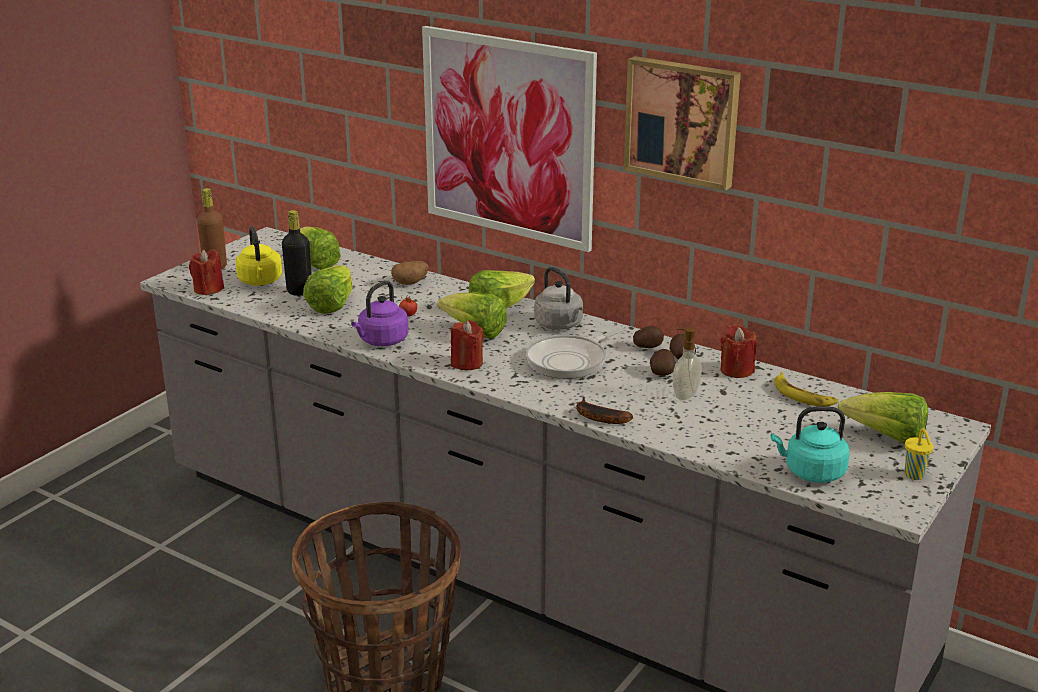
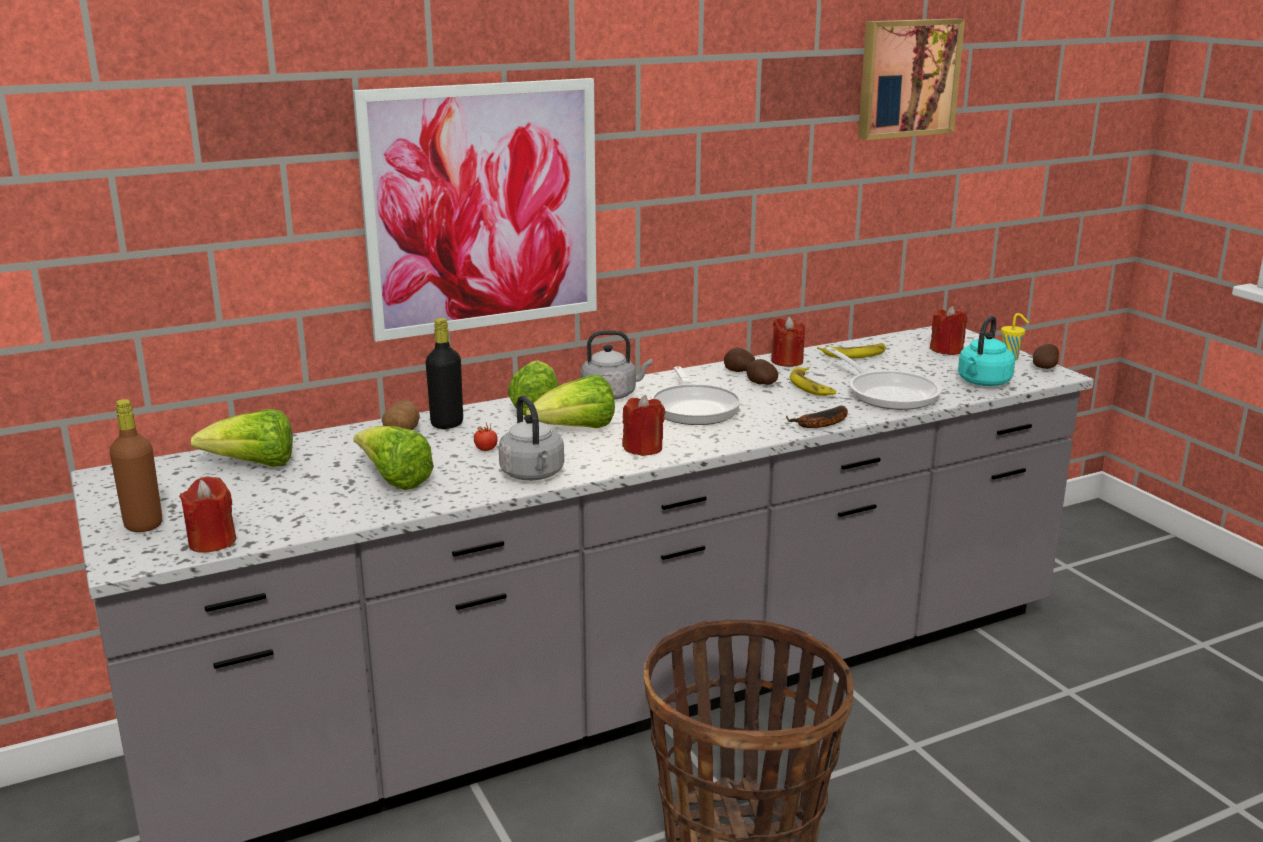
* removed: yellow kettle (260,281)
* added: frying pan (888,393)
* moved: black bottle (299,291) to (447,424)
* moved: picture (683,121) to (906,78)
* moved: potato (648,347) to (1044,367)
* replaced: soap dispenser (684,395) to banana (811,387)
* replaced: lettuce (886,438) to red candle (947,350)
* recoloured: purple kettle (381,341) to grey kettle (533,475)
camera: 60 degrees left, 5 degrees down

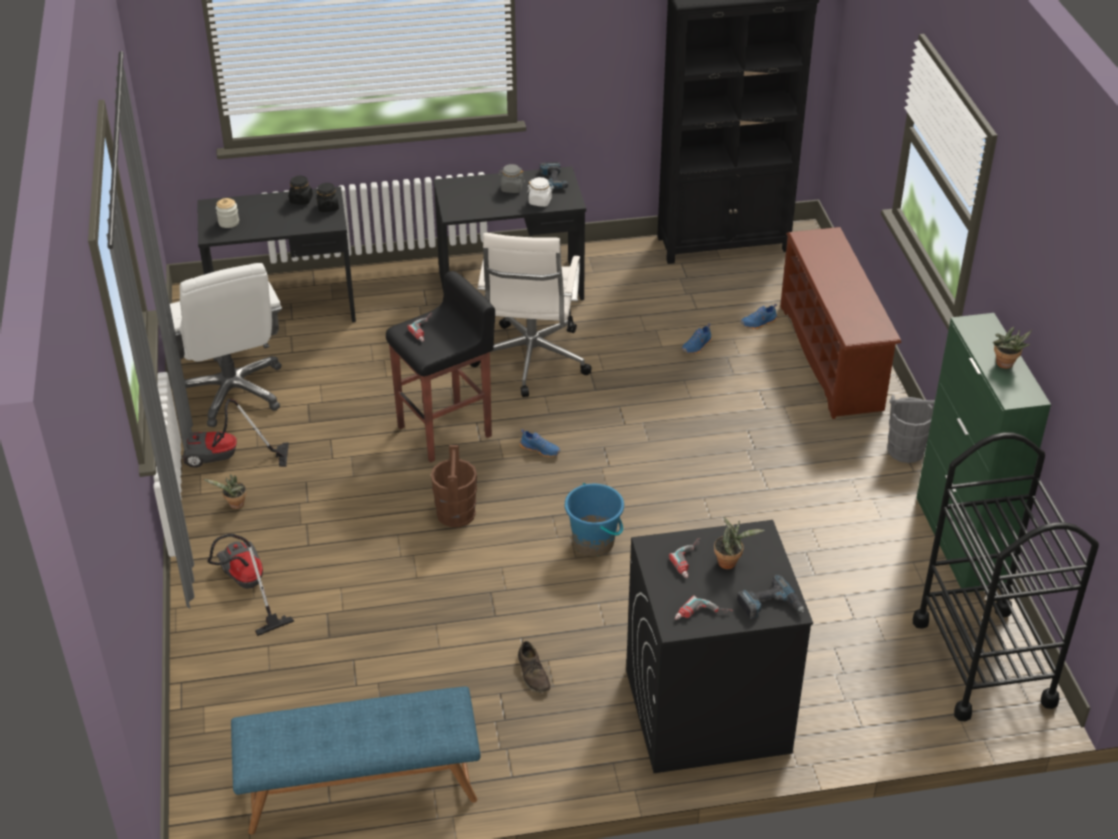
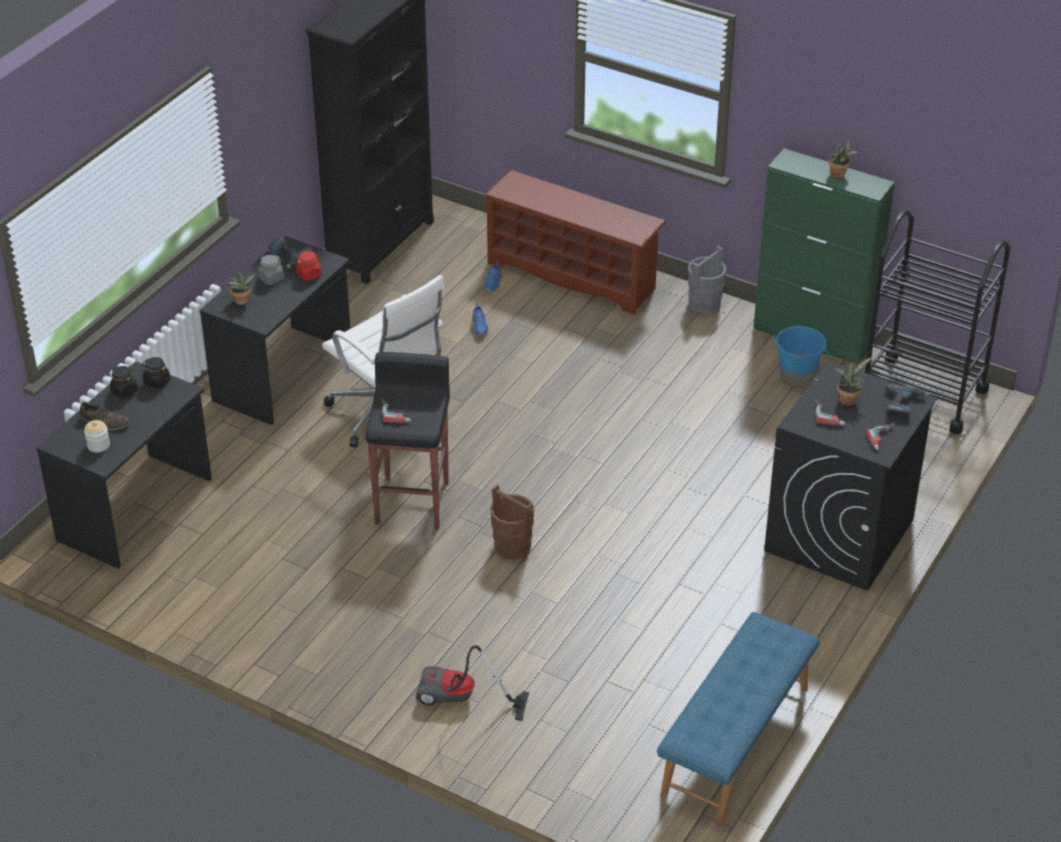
* removed: white office chair (232,391)
* removed: vacuum cleaner (226,459)
* removed: blue shoe (540,449)
* moved: potted plant (235,505) to (241,302)
* moved: brown shoe (533,673) to (105,422)
* moved: blue bucket (594,542) to (797,377)
* recoloured: white jar (540,201) to red jar (309,275)
camera: 50 degrees left, 0 degrees up

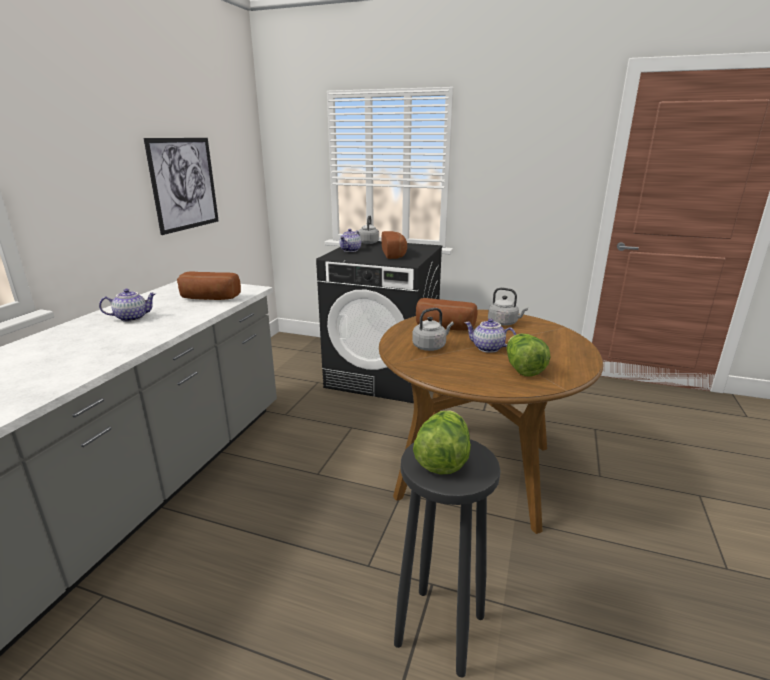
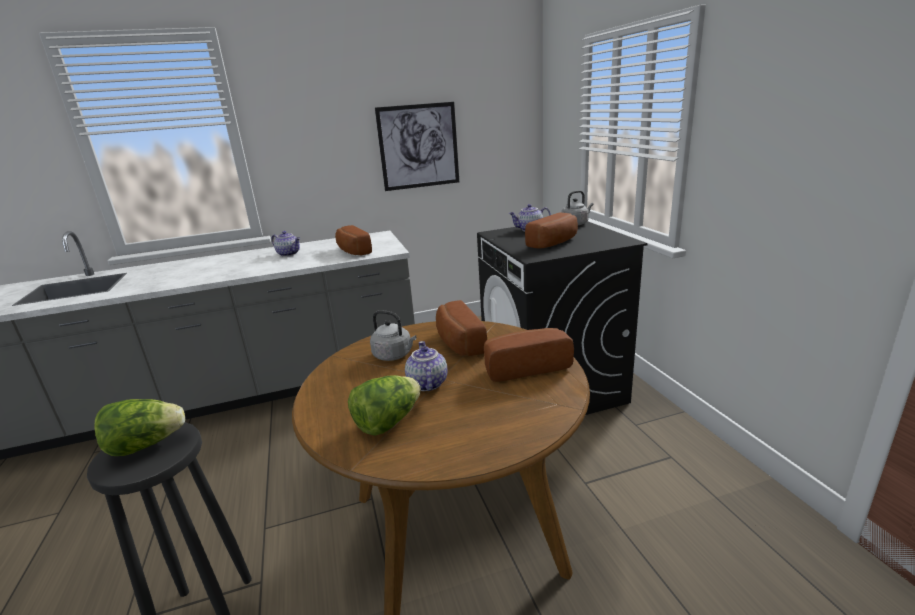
* replaced: grey kettle (504,323) to bread (525,367)
camera: 55 degrees right, 0 degrees up

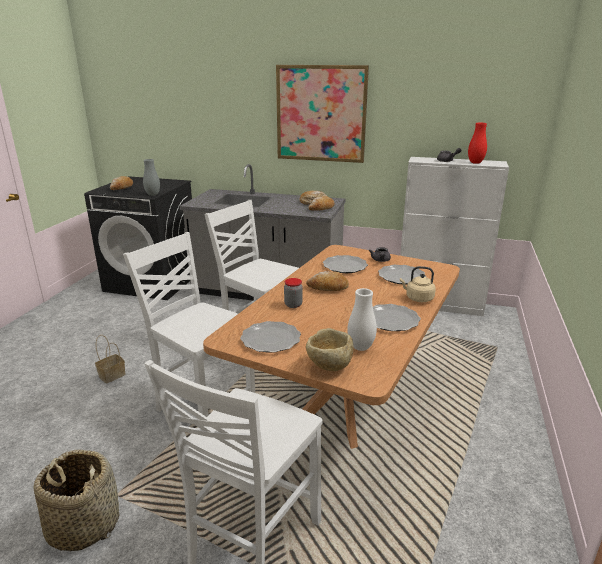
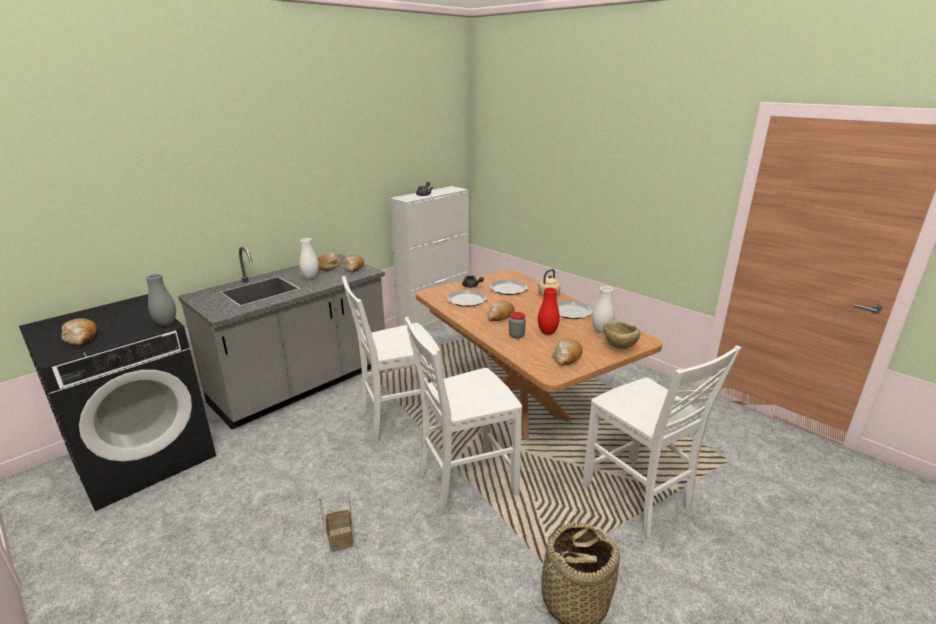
* removed: picture (321,114)
* added: white vase (310,277)
* moved: red vase (475,163) to (547,332)
* replaced: plate (270,339) to bread (566,357)
camera: 60 degrees left, 0 degrees up

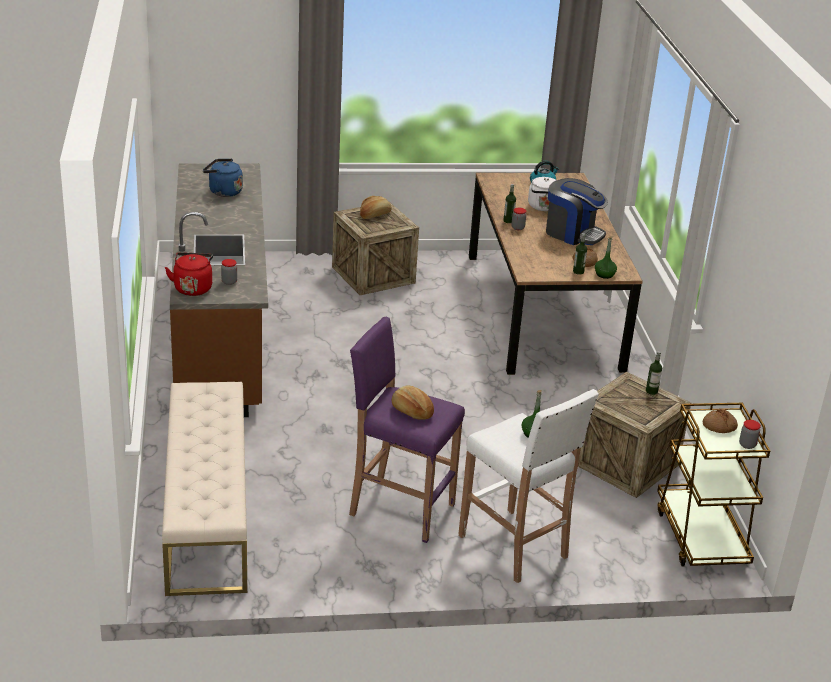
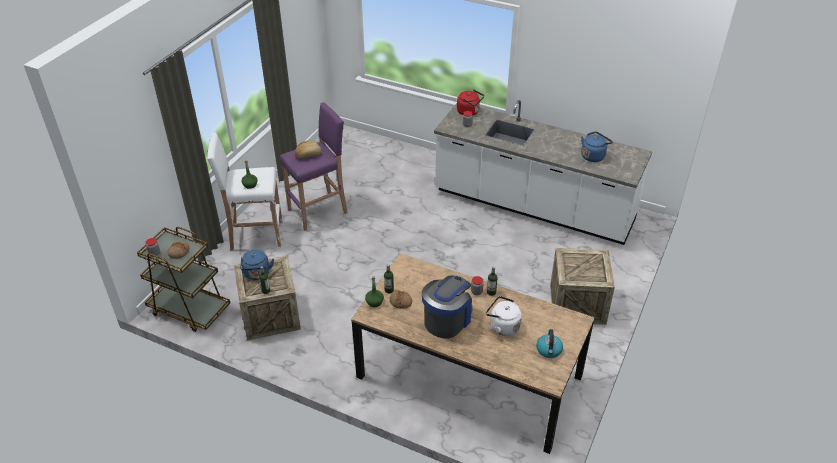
* removed: beige bench (207,511)
* removed: bread (375,215)
* added: blue kettle (257,274)
* recoloured: brown counter (221,334) to white counter (533,206)
* turned: coffee machine (573,233) = (447,319) 150 degrees clockwise
camera: 125 degrees right, 10 degrees up

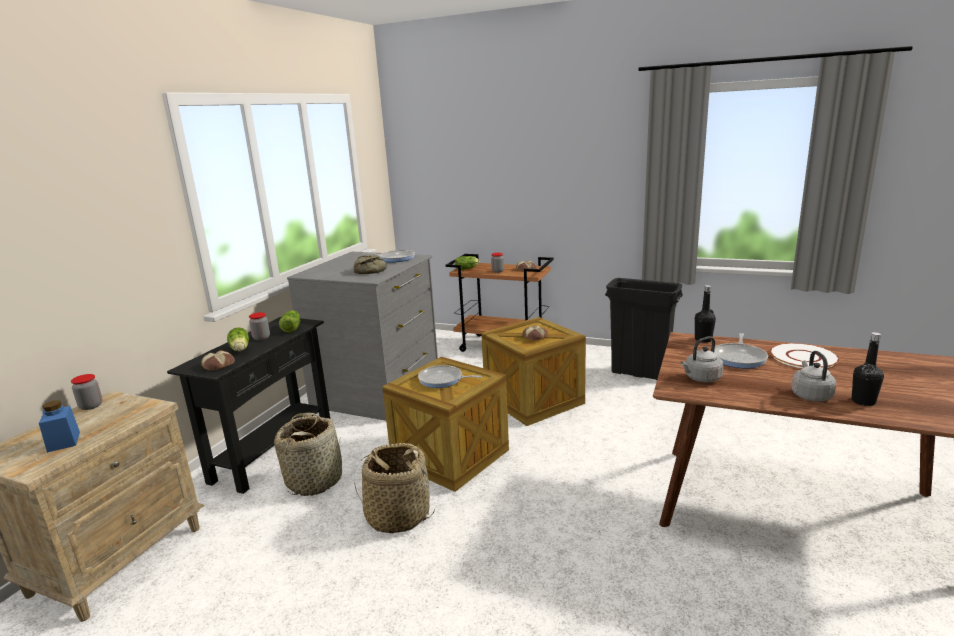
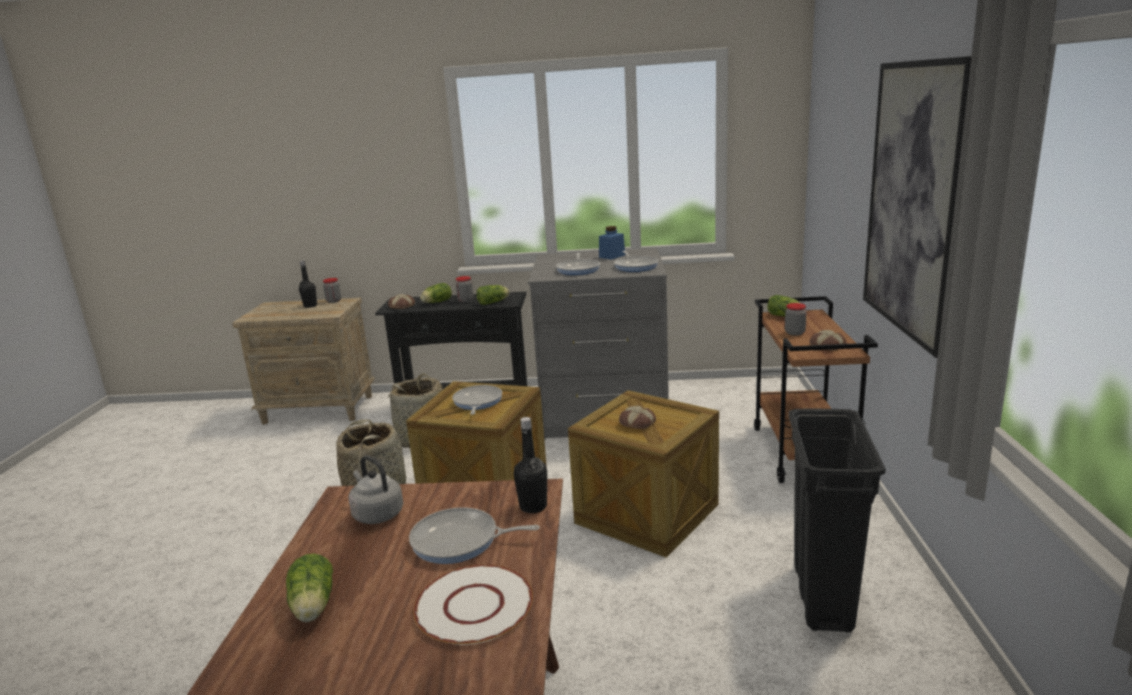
* added: picture (916,200)
* moved: blue jar (64,442) to (612,256)
* moved: black bottle (863,401) to (310,306)
* replaced: bread (371,270) to frying pan (578,269)
* replaced: grey kettle (810,395) to lettuce (312,607)
camera: 70 degrees right, 0 degrees up

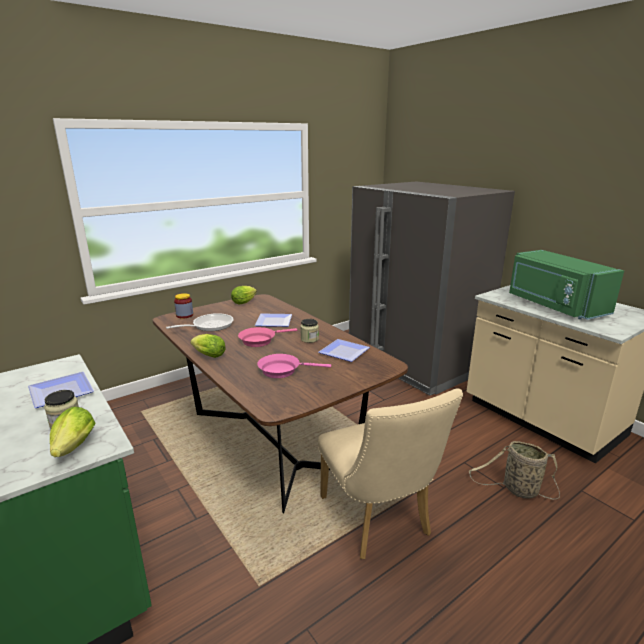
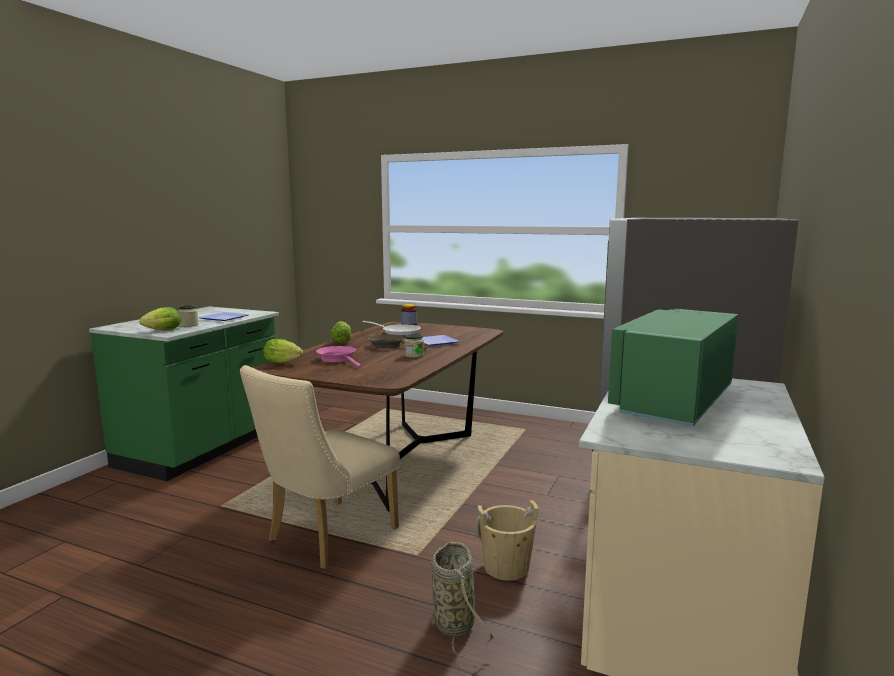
* removed: plate (344,353)
* added: beige bucket (506,567)
* moved: lettuce (245,302) to (284,363)
* recoloured: pink frying pan (260,340) to brown frying pan (389,346)
camera: 60 degrees right, 10 degrees down

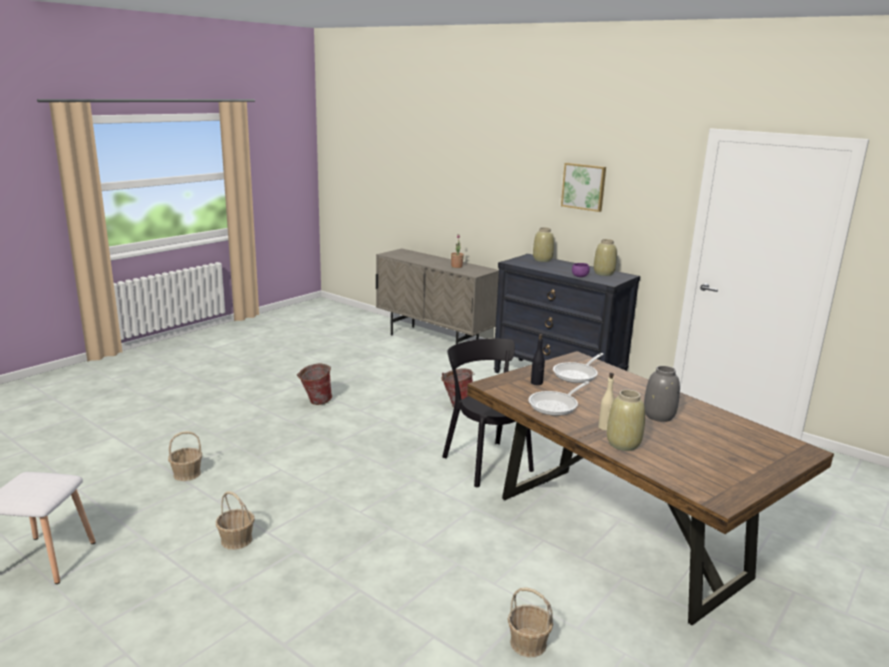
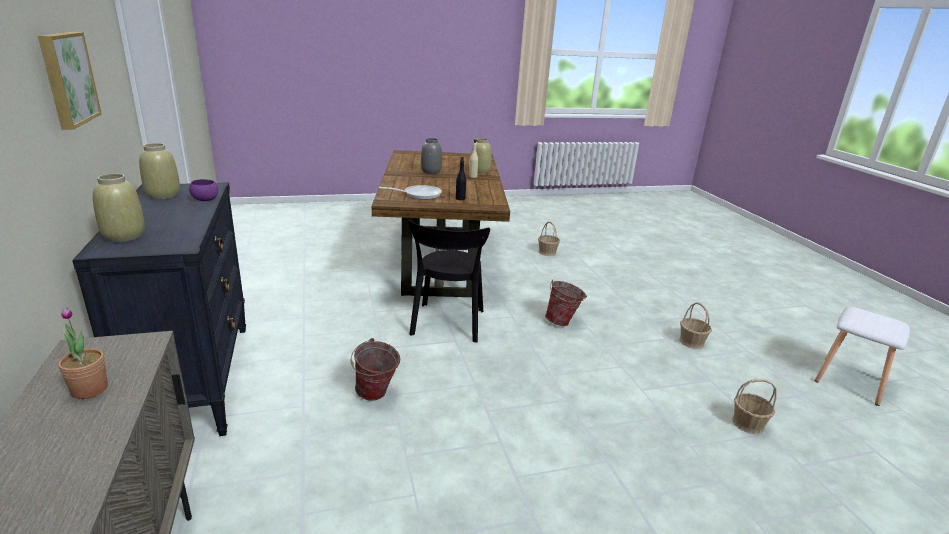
* removed: frying pan (556,405)
* moved: bucket (315,402) to (563,322)
camera: 145 degrees left, 5 degrees up

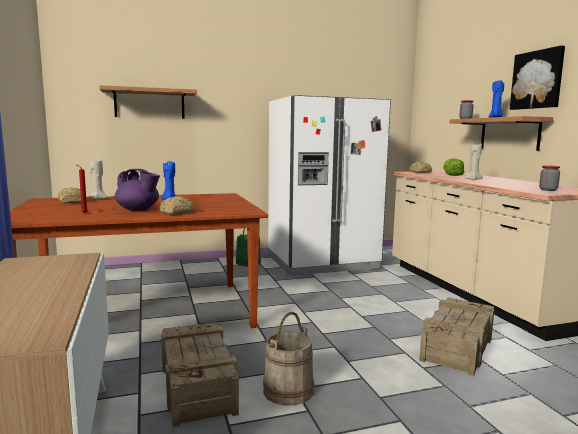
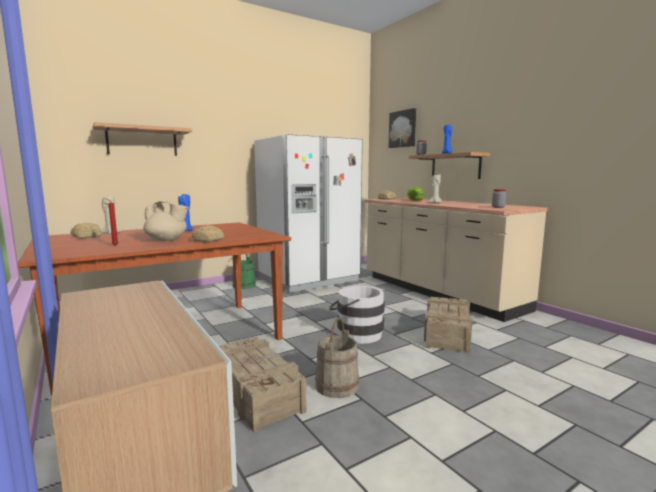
* added: white bucket (355,334)
* moved: picture (537,80) to (403,129)
* recoloured: purple teapot (138,210) to beige teapot (167,240)
camera: 15 degrees left, 0 degrees up

